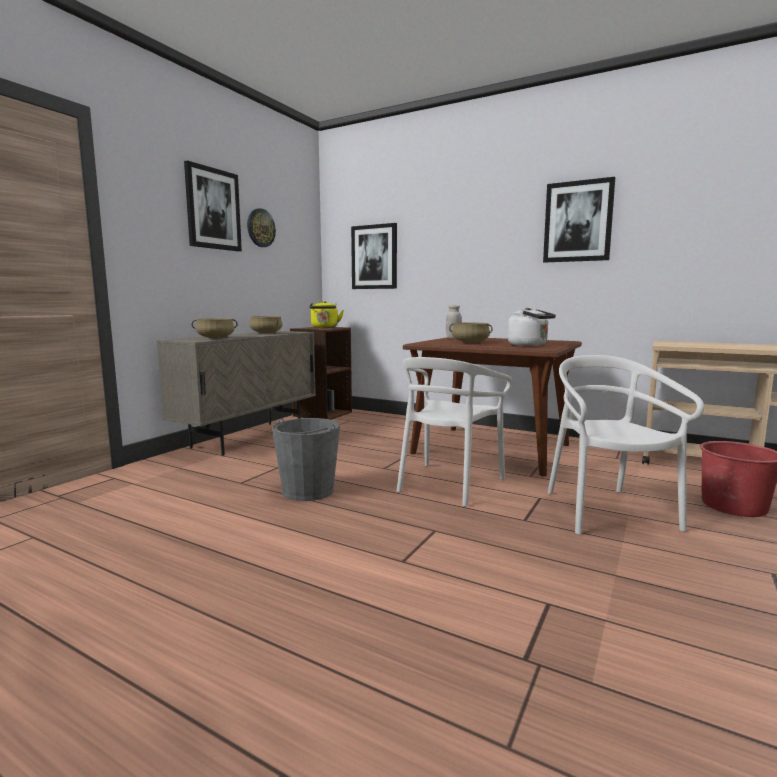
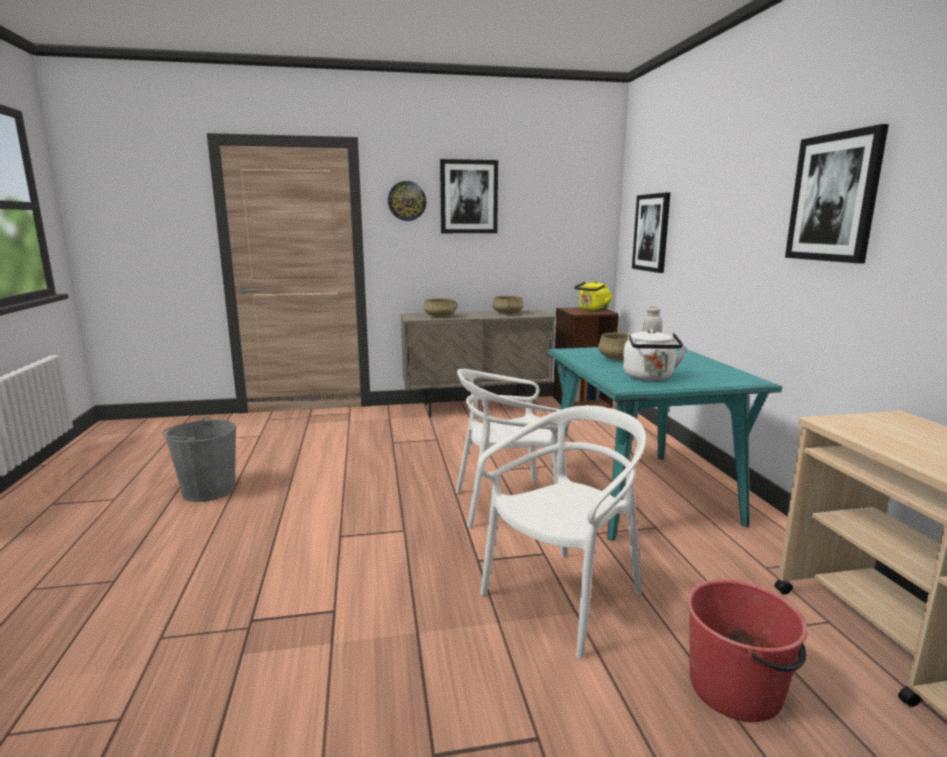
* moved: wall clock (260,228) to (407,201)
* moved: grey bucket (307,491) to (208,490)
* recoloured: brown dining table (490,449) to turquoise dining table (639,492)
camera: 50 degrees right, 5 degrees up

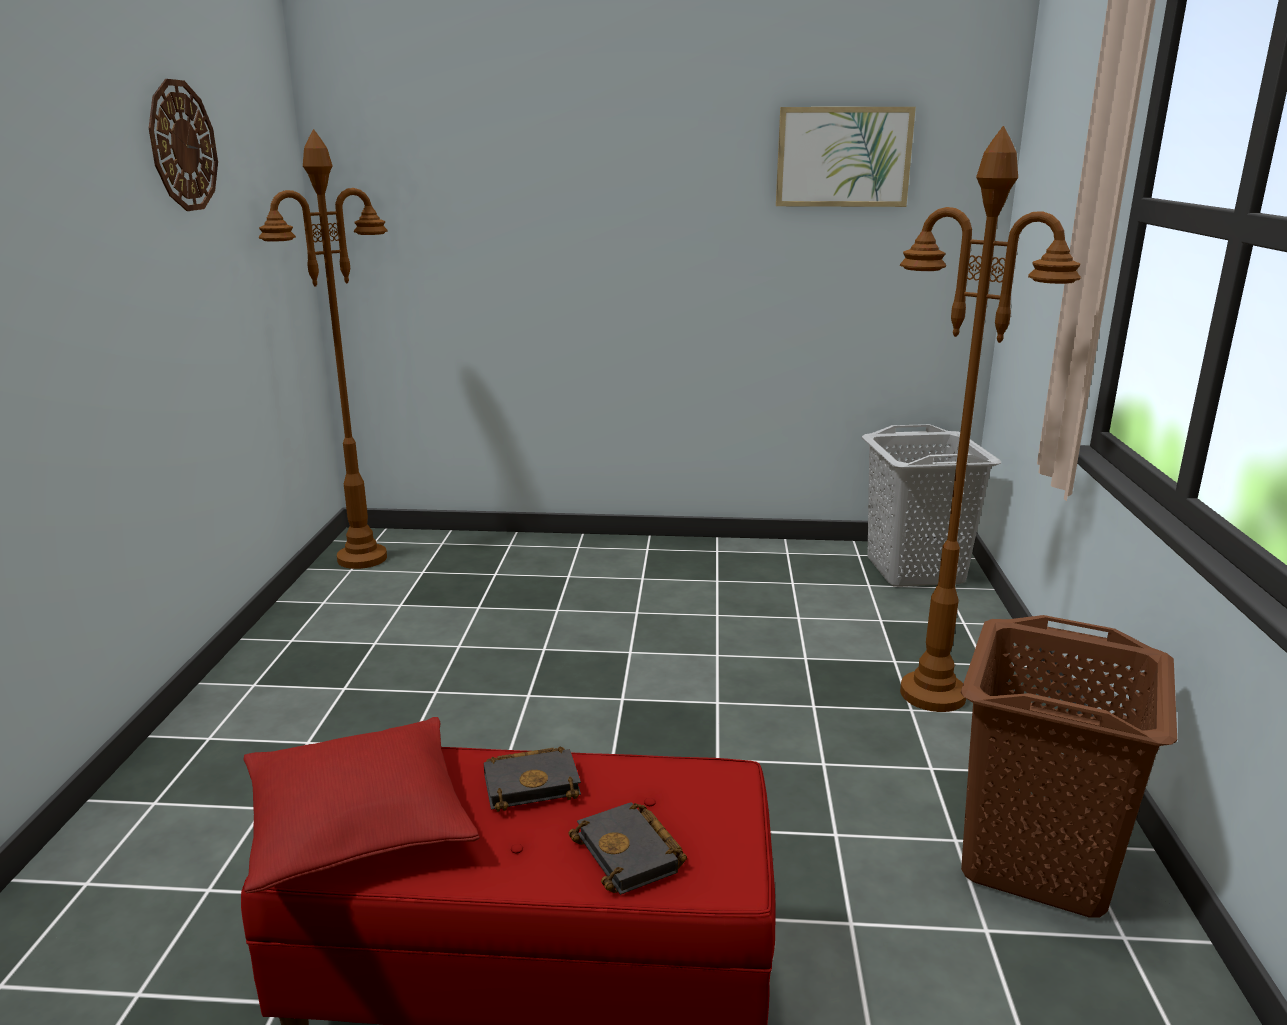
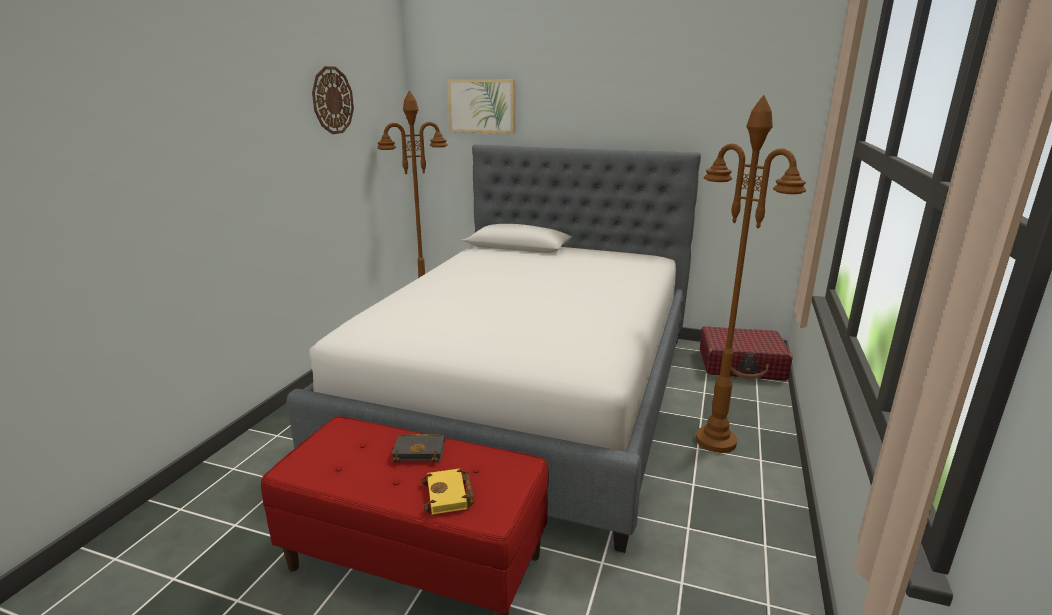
* removed: red pillow (358,822)
* removed: brown laundry basket (1038,859)
* added: bed (529,394)
* moved: picture (843,157) to (482,106)
* replaced: grey laundry basket (915,570) to red suitcase (741,365)
* recoloured: black book (632,855) to yellow book (449,496)
camera: 15 degrees right, 0 degrees up

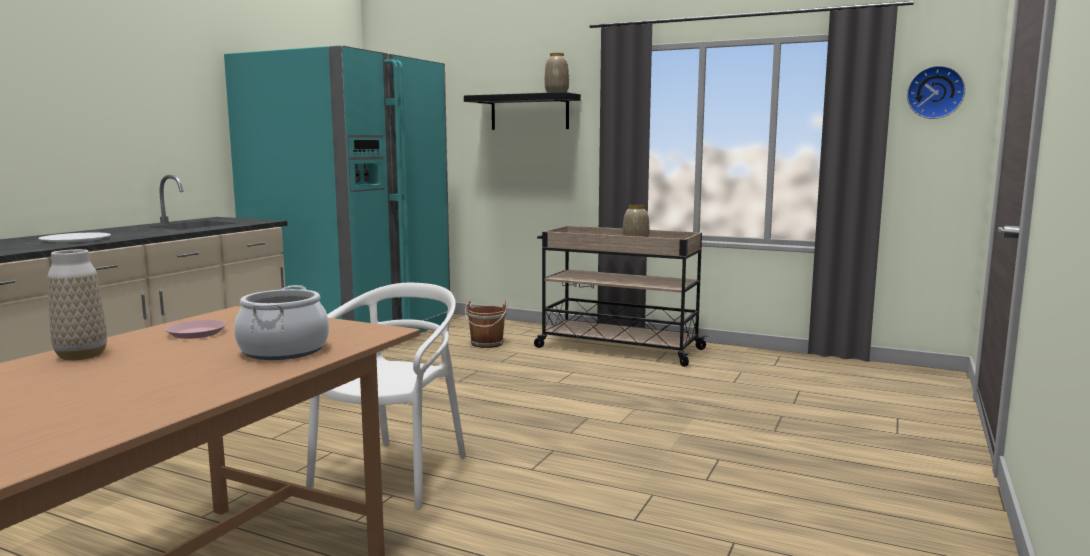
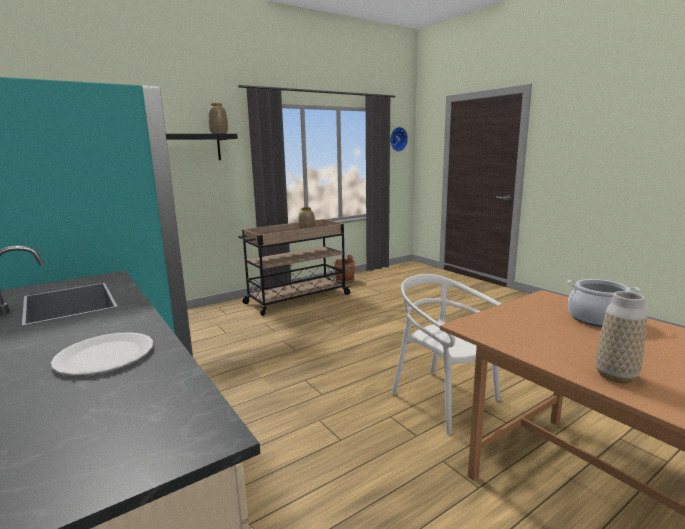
* removed: pink plate (197,333)
* moved: brown bucket (487,344) to (345,281)
camera: 60 degrees left, 5 degrees up

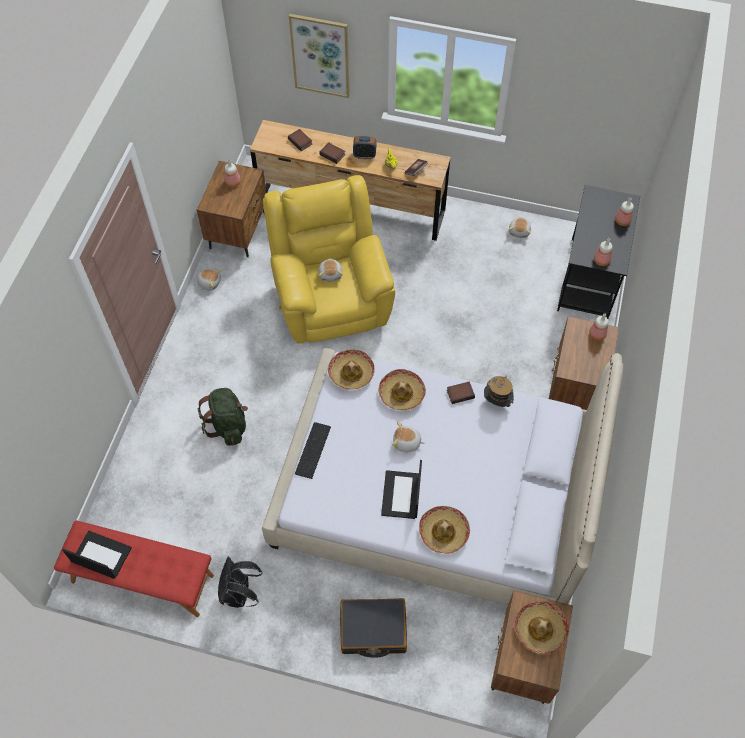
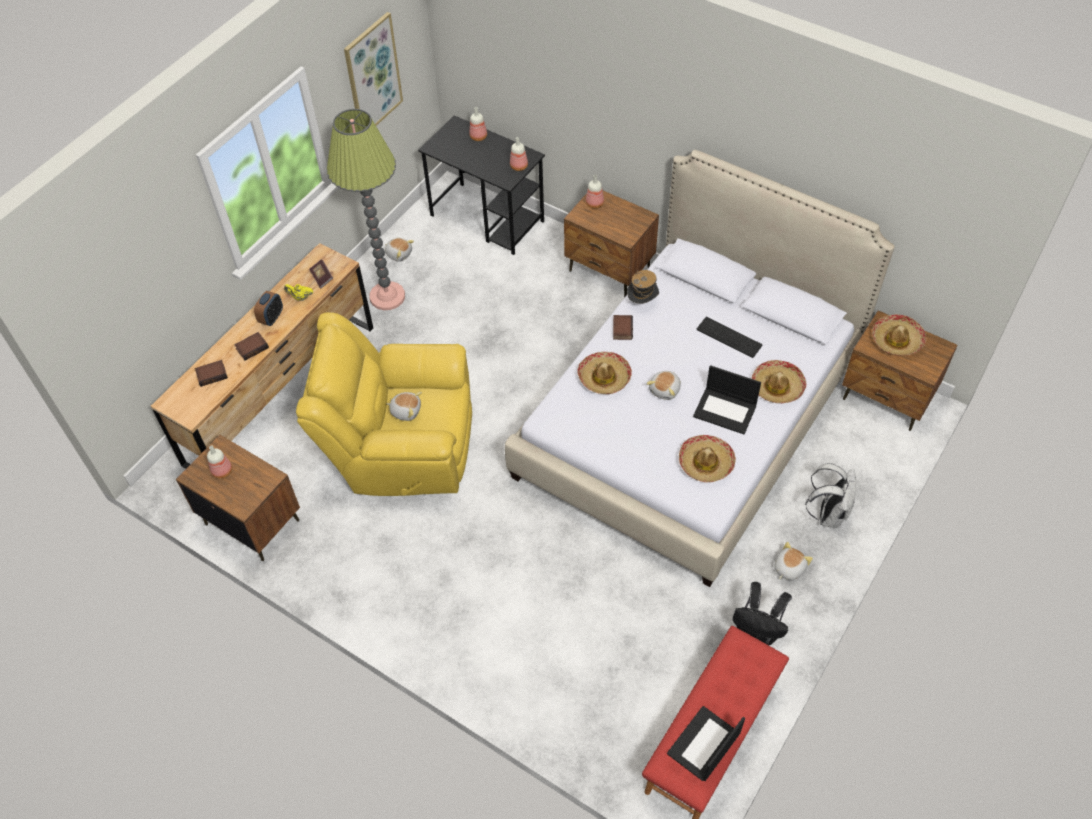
* removed: green backpack (228,425)
* added: floor lamp (387,296)
* moved: plush toy (209,282) to (788,568)
* moved: picture (320,55) to (372,75)
* moved: keyboard (314,451) to (730,337)
* moved: hat (351,373) to (706,463)
* replaced: black suitcase (373,630) to white backpack (828,513)
camera: 70 degrees left, 5 degrees down

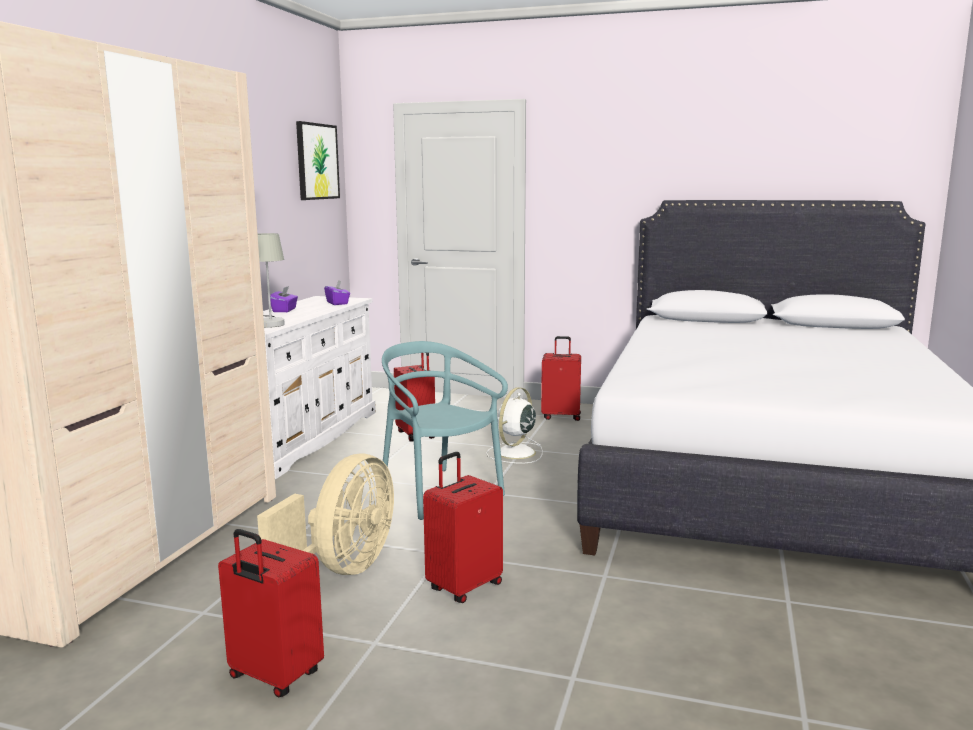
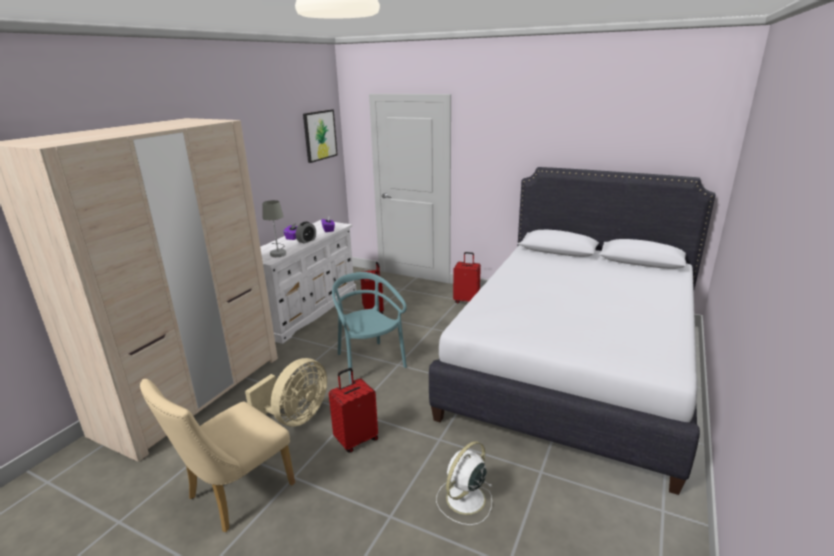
* added: alarm clock (307,241)
* moved: white fan (515,453) to (464,499)
* replaced: red suitcase (274,676) to beige chair (234,495)
camera: 10 degrees right, 10 degrees up

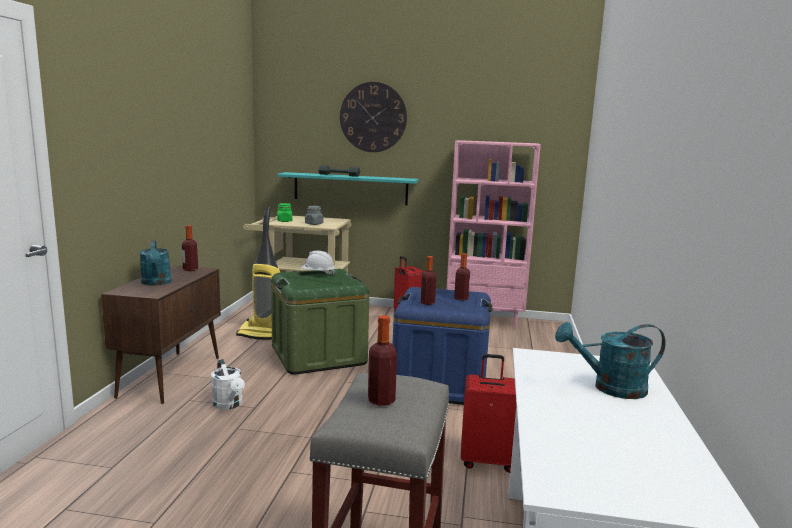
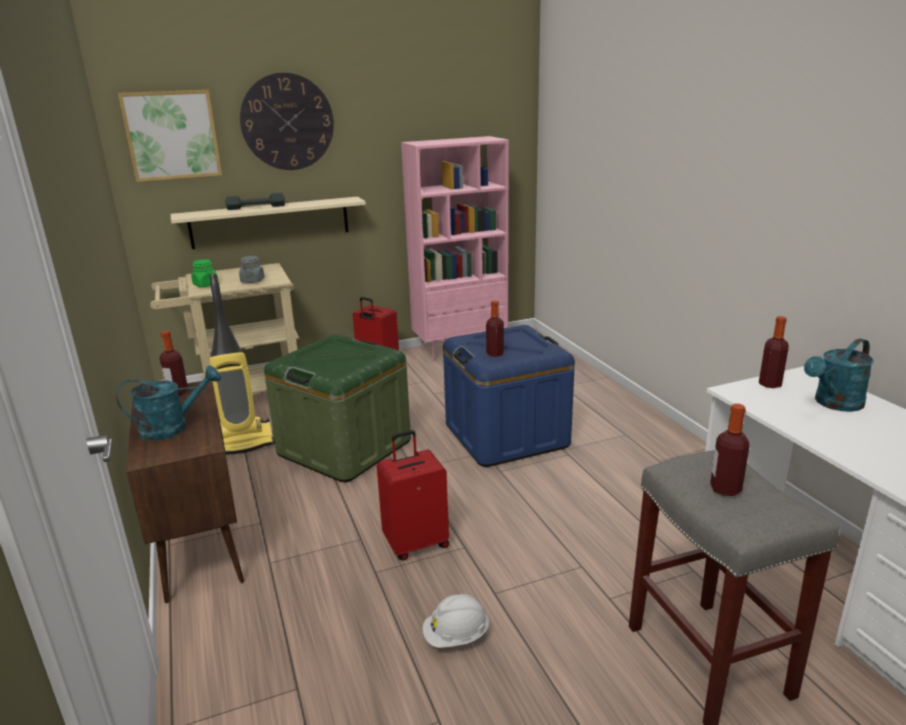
* removed: white watering can (229,405)
* added: picture (172,135)
* moved: white hard hat (317,274) to (456,636)
* moved: bottle (461,298) to (770,384)
* moved: red suitcase (486,460) to (416,543)
* recoloured: turquoise shelf (350,188) to beige shelf (270,222)
* turned: turquoise watering can (156,283) = (173,428) 60 degrees counterclockwise
camera: 30 degrees left, 10 degrees up

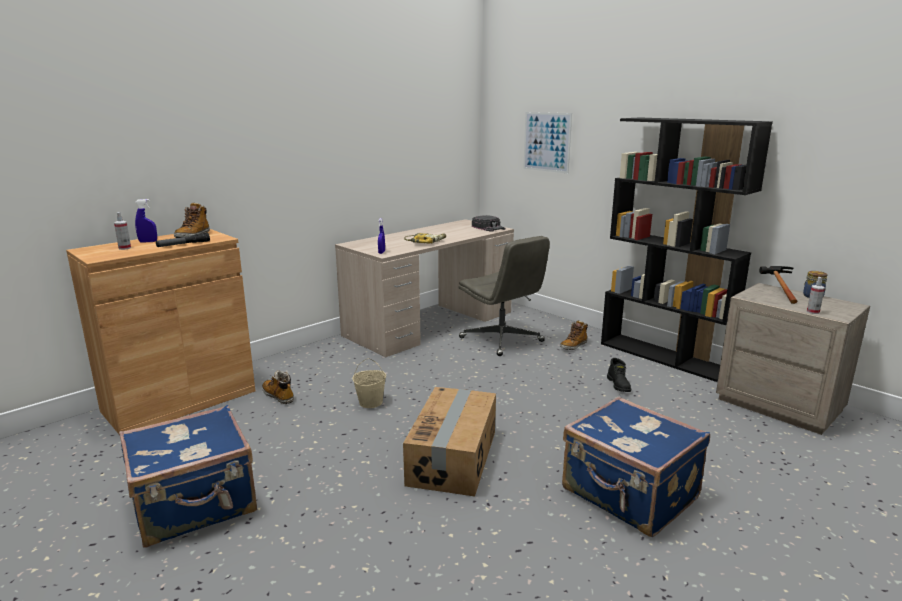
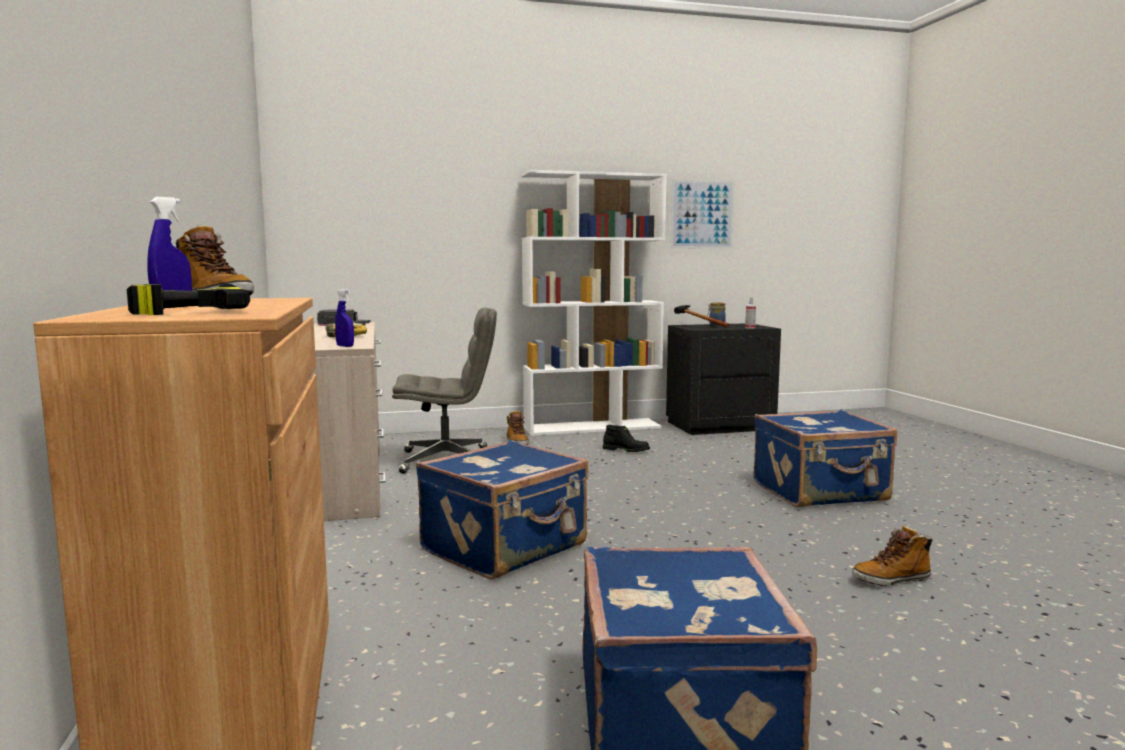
* removed: flashlight (183,244)
* removed: cardboard box (454,457)
* moved: boot (278,396) to (891,579)
* moved: picture (546,142) to (702,214)
* replaced: spray bottle (124,248) to power drill (189,310)
* replaced: beige bucket (371,402) to blue suitcase (506,548)
* recoloured: black bookcase (664,356) to white bookcase (592,427)
* recoloured: beige nightstand (779,404) to black nightstand (719,425)
camera: 60 degrees left, 10 degrees down

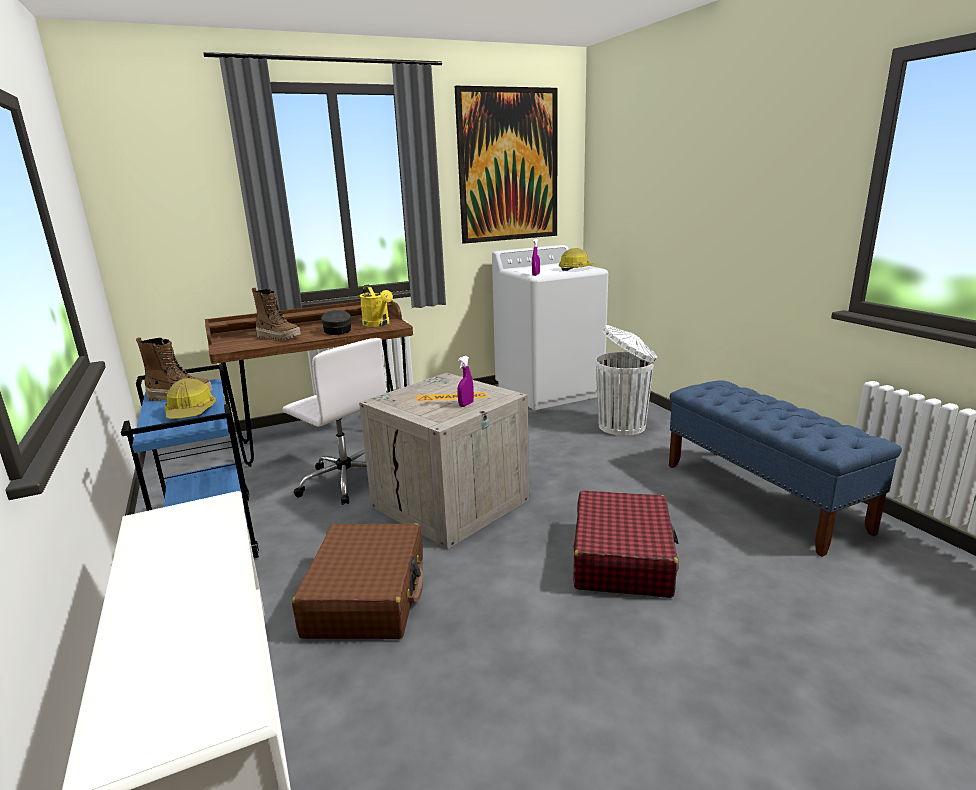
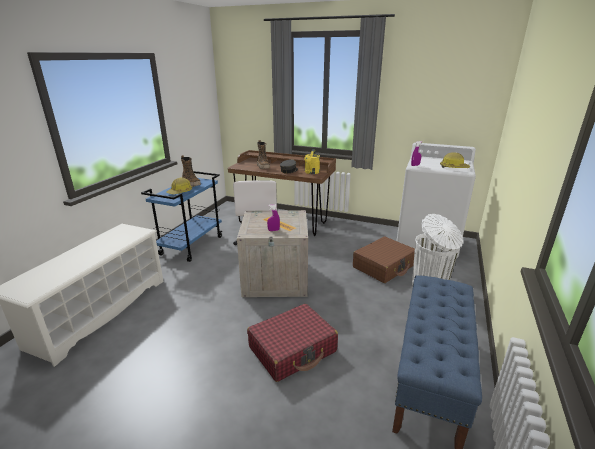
* removed: picture (508,166)
* moved: brown suitcase (367,595) to (384,266)
camera: 45 degrees right, 5 degrees up

